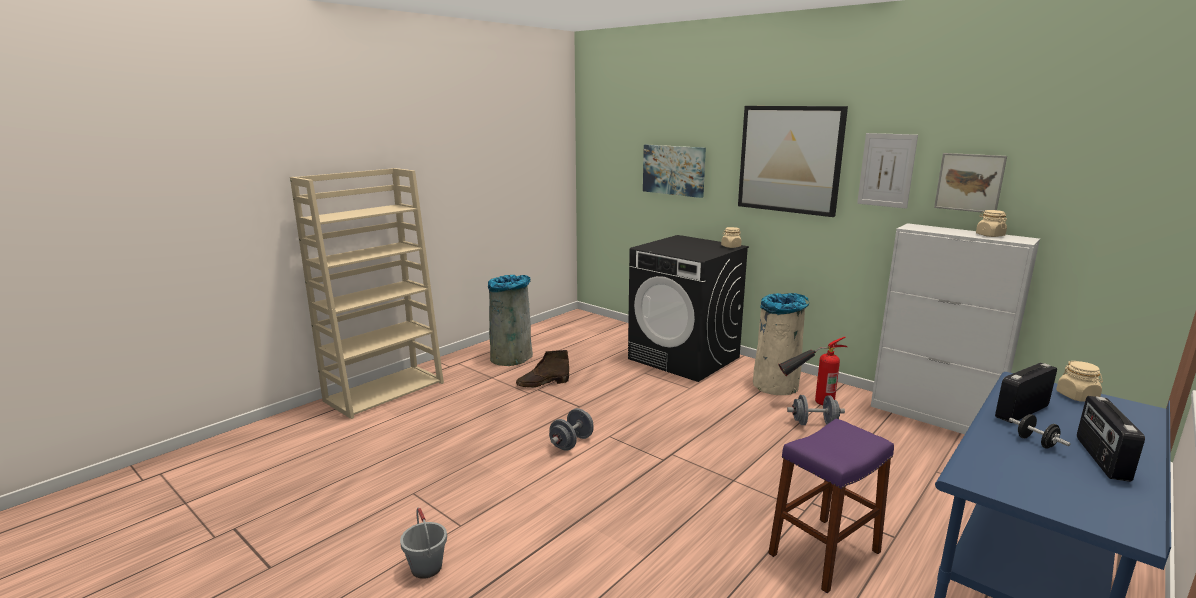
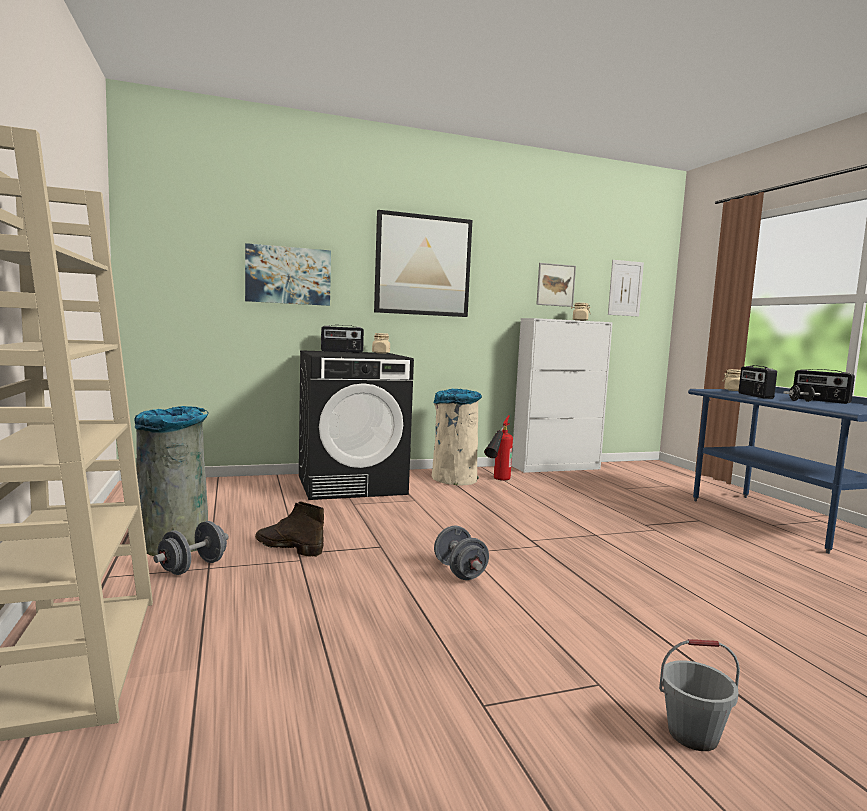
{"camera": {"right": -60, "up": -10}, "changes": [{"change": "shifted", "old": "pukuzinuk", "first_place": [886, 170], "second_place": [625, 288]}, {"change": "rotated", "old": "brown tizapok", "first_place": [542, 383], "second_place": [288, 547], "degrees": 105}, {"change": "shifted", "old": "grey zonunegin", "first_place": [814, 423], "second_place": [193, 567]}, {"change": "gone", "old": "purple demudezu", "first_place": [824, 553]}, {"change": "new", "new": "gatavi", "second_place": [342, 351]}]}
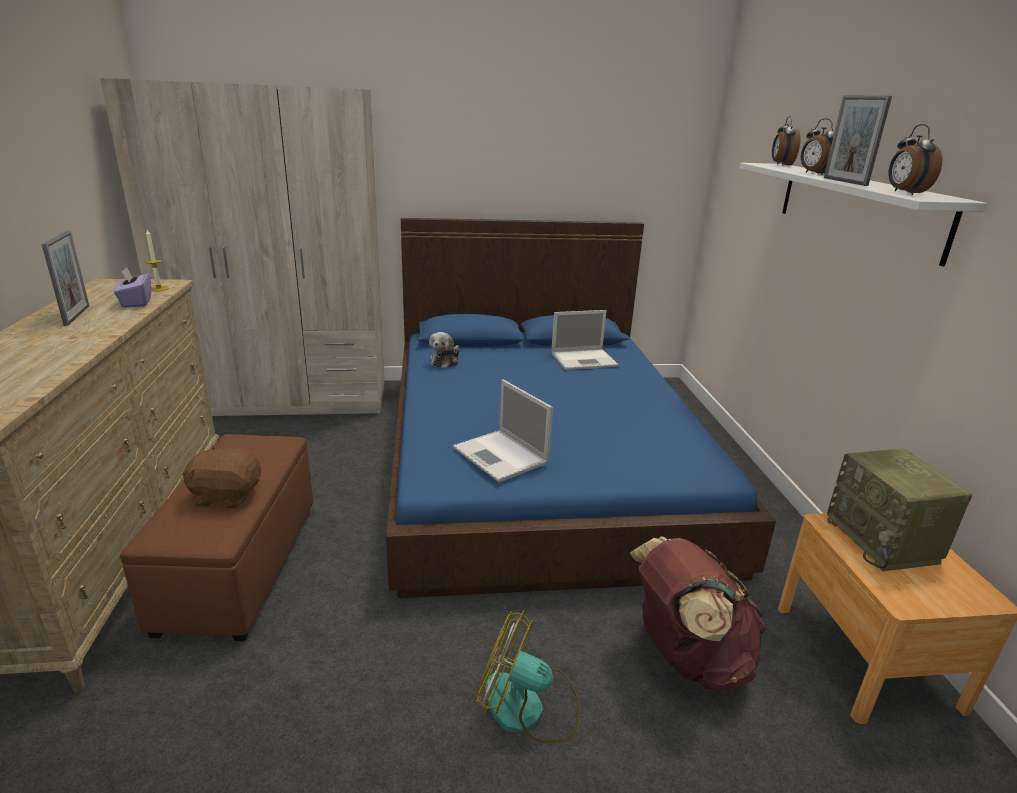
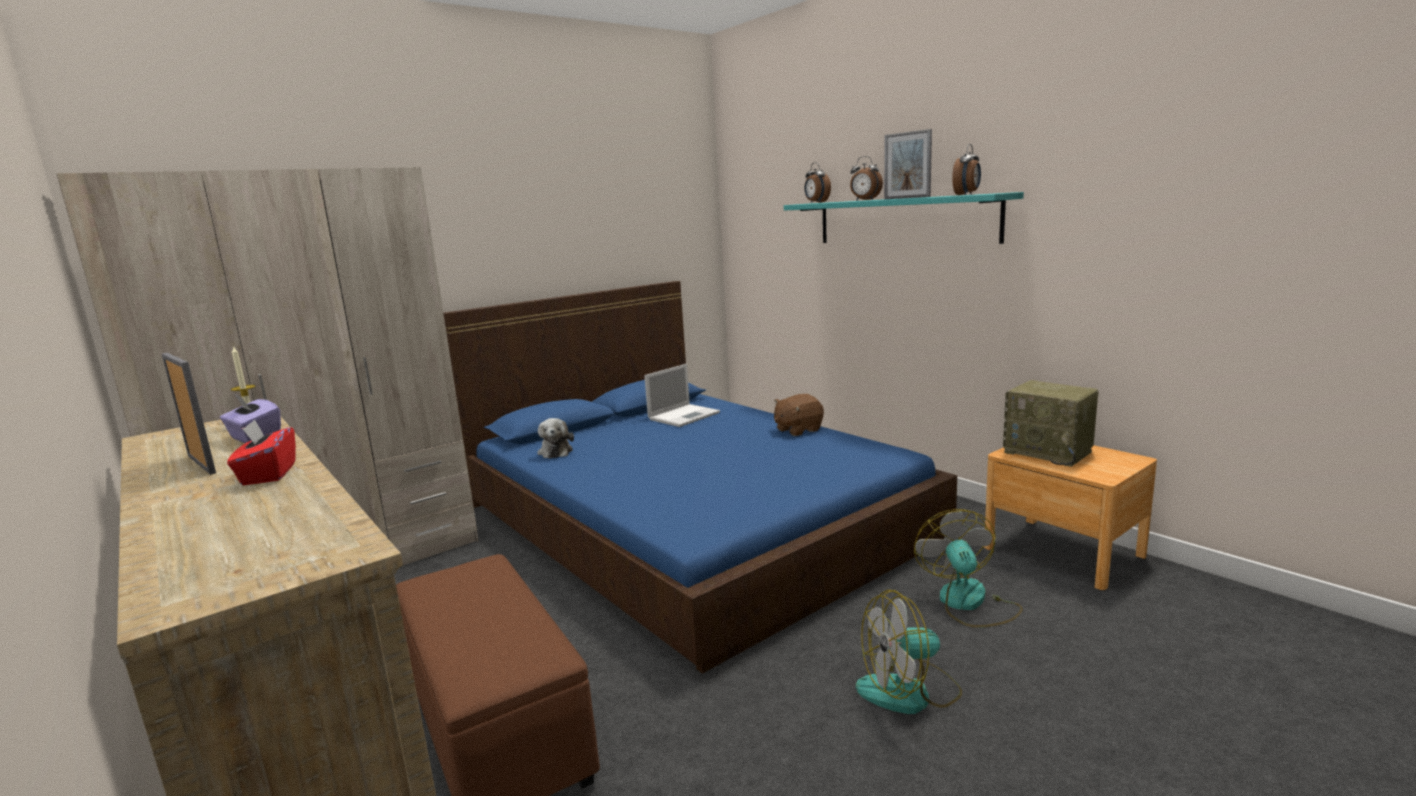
{"camera": {"right": -30, "up": -10}, "changes": [{"change": "rotated", "old": "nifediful", "first_place": [904, 193], "second_place": [966, 194], "degrees": -105}, {"change": "repainted", "old": "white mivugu", "new": "turquoise mivugu", "first_place": [856, 207], "second_place": [903, 220]}, {"change": "gone", "old": "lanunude", "first_place": [501, 456]}, {"change": "shifted", "old": "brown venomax", "first_place": [226, 495], "second_place": [798, 430]}, {"change": "swapped", "old": "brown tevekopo", "new": "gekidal", "first_place": [687, 657], "second_place": [968, 603]}, {"change": "new", "new": "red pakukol", "second_place": [268, 474]}]}
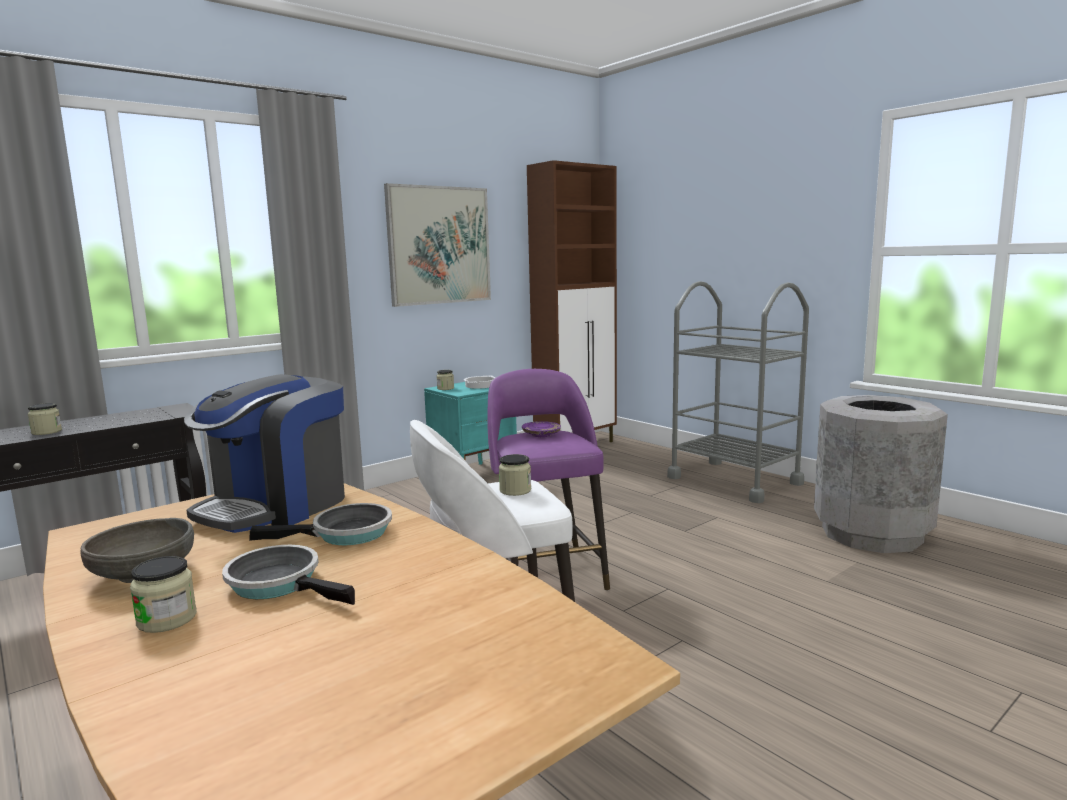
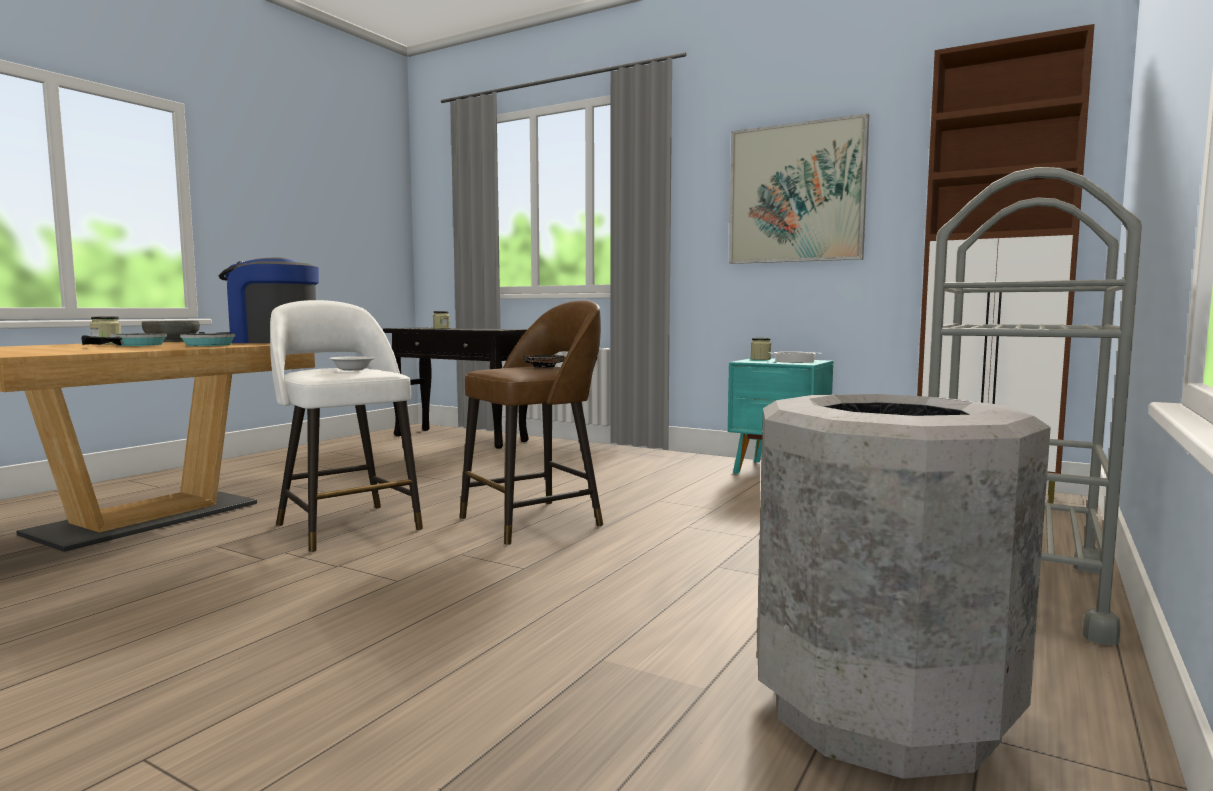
{"camera": {"right": 70, "up": -5}, "changes": [{"change": "repainted", "old": "purple demudezu", "new": "brown demudezu", "first_place": [546, 573], "second_place": [535, 521]}, {"change": "repainted", "old": "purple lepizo", "new": "black lepizo", "first_place": [541, 435], "second_place": [544, 366]}, {"change": "swapped", "old": "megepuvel", "new": "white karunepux", "first_place": [515, 490], "second_place": [352, 370]}]}
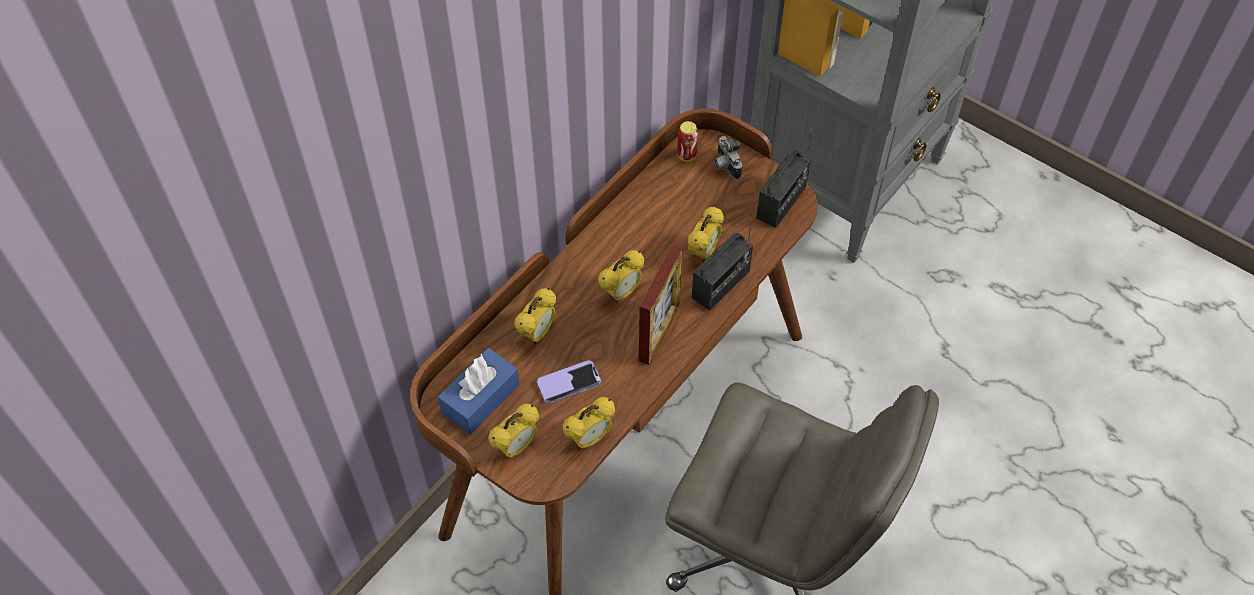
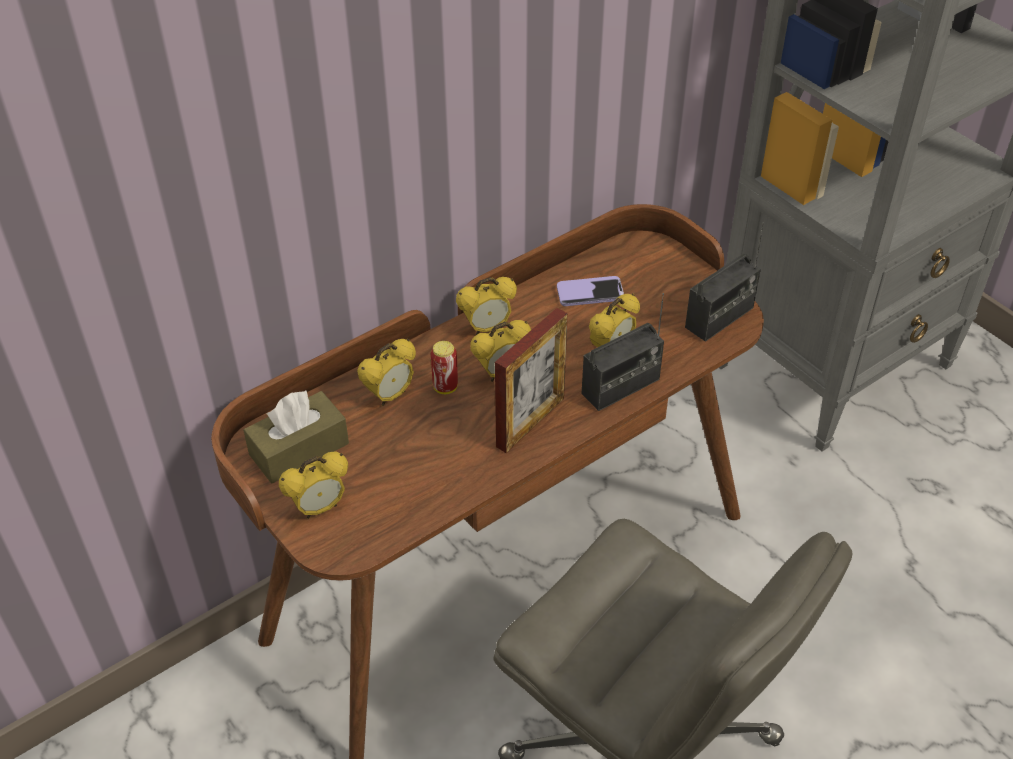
{"camera": {"right": 15, "up": -10}, "changes": [{"change": "shifted", "old": "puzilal", "first_place": [686, 155], "second_place": [445, 387]}, {"change": "gone", "old": "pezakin", "first_place": [725, 166]}, {"change": "repainted", "old": "blue pakukol", "new": "brown pakukol", "first_place": [480, 399], "second_place": [299, 449]}, {"change": "shifted", "old": "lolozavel", "first_place": [569, 383], "second_place": [590, 293]}, {"change": "shifted", "old": "nifediful", "first_place": [590, 438], "second_place": [487, 328]}]}
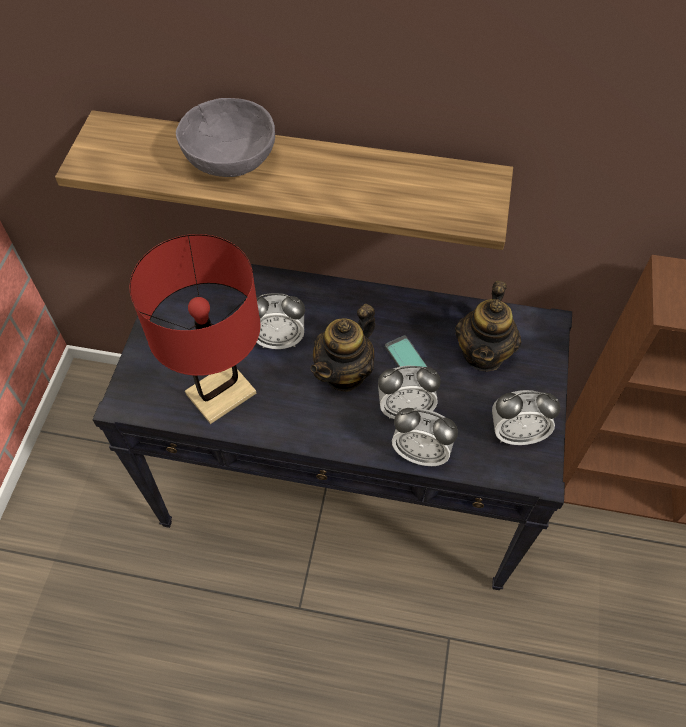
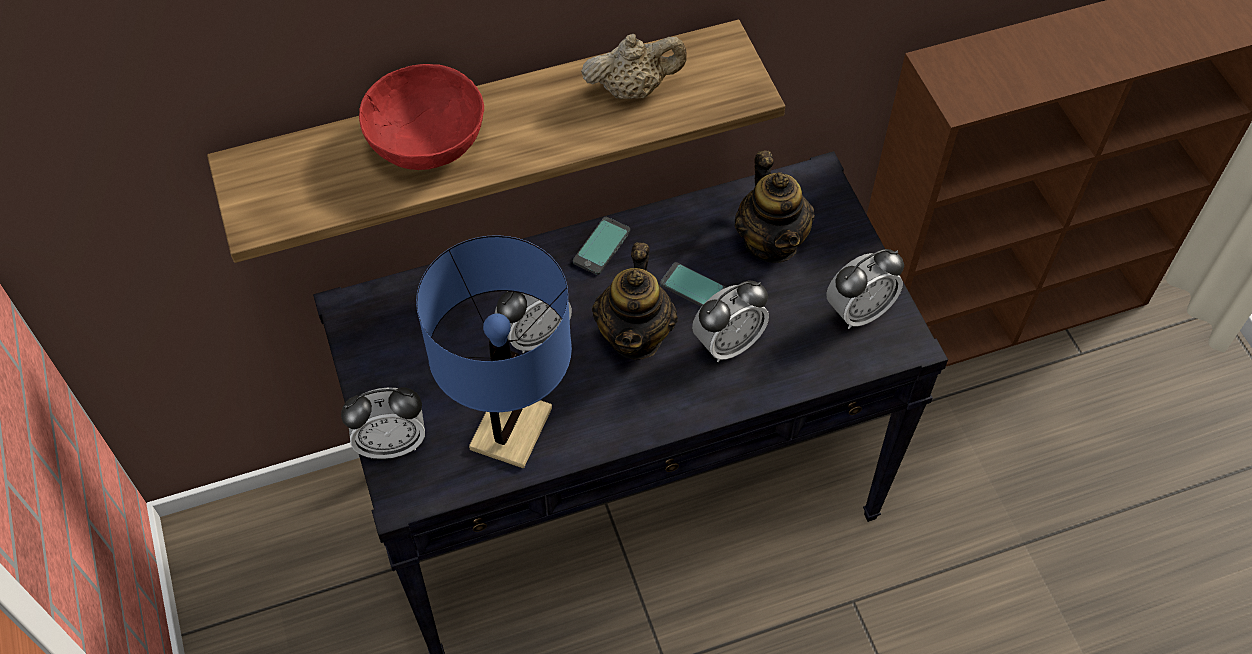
{"camera": {"right": -30, "up": 0}, "changes": [{"change": "repainted", "old": "grey karunepux", "new": "red karunepux", "first_place": [230, 159], "second_place": [426, 142]}, {"change": "repainted", "old": "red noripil", "new": "blue noripil", "first_place": [221, 394], "second_place": [511, 429]}, {"change": "shifted", "old": "nifediful", "first_place": [421, 452], "second_place": [391, 443]}, {"change": "new", "new": "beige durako", "second_place": [633, 89]}, {"change": "new", "new": "lolozavel", "second_place": [602, 247]}]}
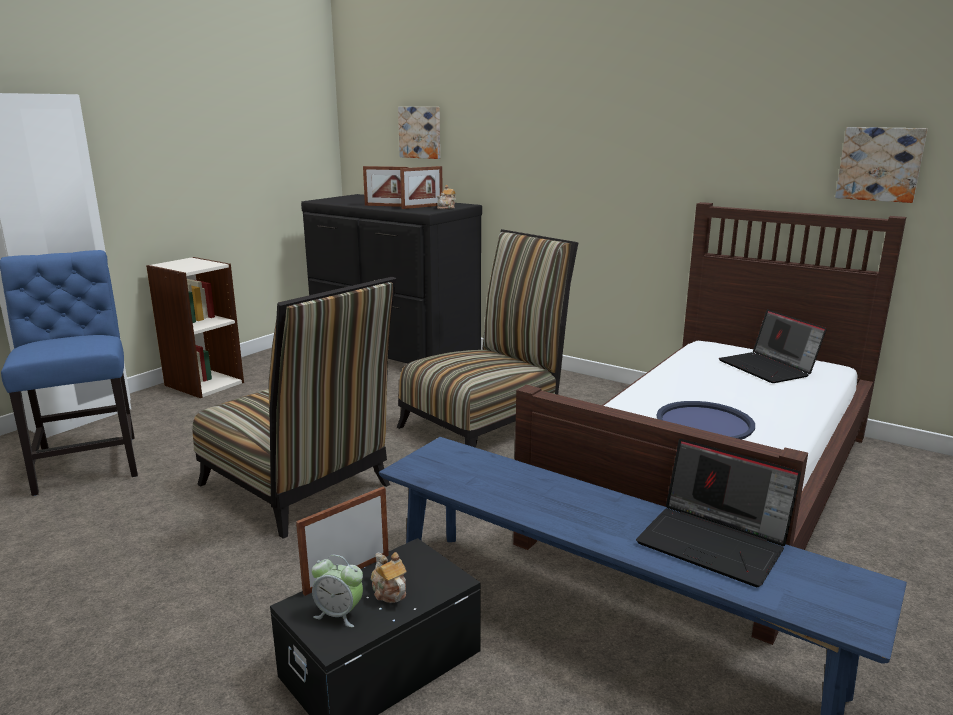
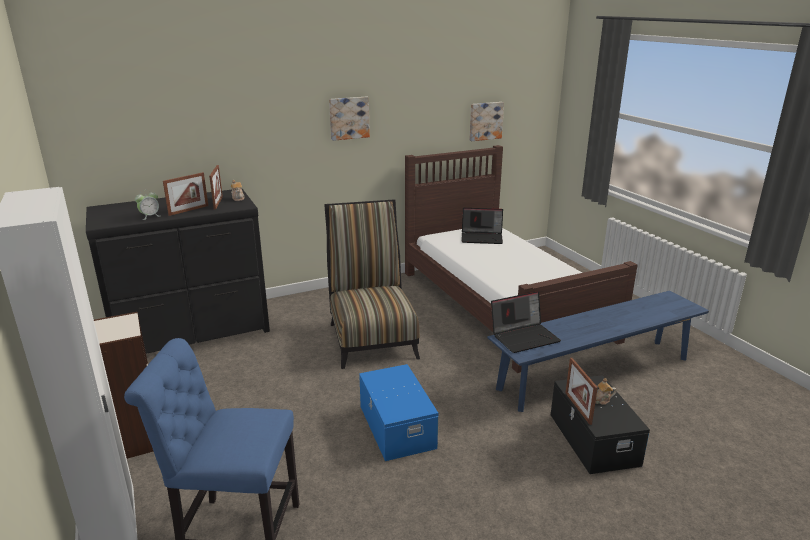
{"camera": {"right": -60, "up": 5}, "changes": [{"change": "shifted", "old": "pukuzinuk", "first_place": [421, 132], "second_place": [348, 118]}, {"change": "swapped", "old": "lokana", "new": "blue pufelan", "first_place": [301, 489], "second_place": [396, 427]}, {"change": "gone", "old": "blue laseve", "first_place": [704, 423]}, {"change": "shifted", "old": "lanunude", "first_place": [715, 542], "second_place": [524, 336]}, {"change": "shifted", "old": "nifediful", "first_place": [339, 614], "second_place": [150, 216]}]}
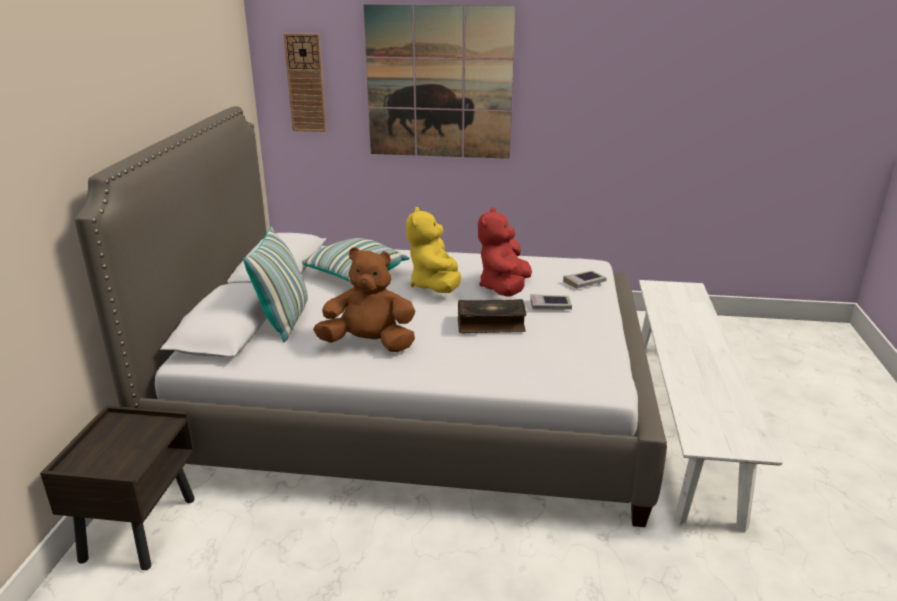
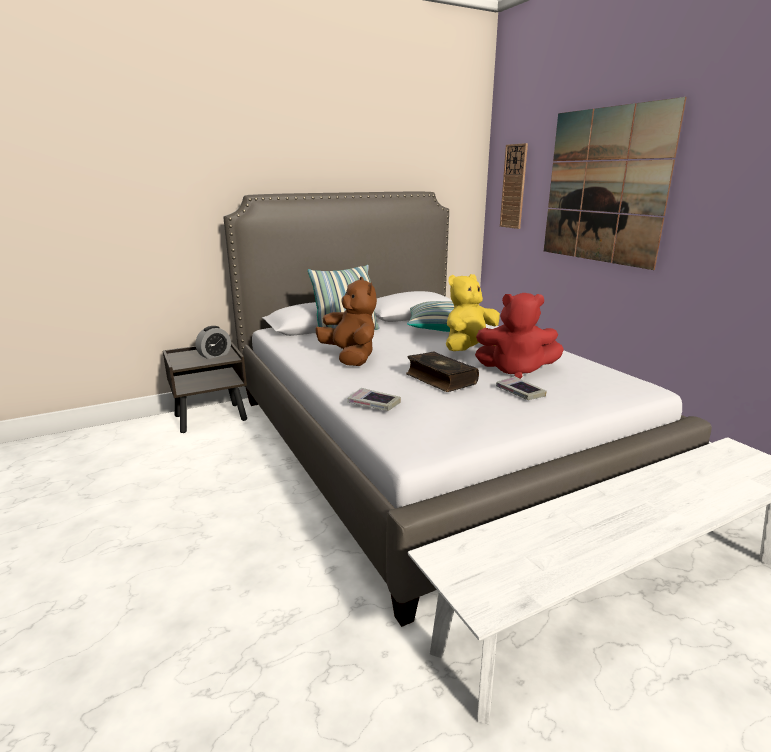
{"camera": {"right": 55, "up": -5}, "changes": [{"change": "rotated", "old": "red venomax", "first_place": [504, 288], "second_place": [515, 370], "degrees": -150}, {"change": "shifted", "old": "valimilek", "first_place": [584, 282], "second_place": [374, 404]}, {"change": "new", "new": "nifediful", "second_place": [214, 355]}]}
